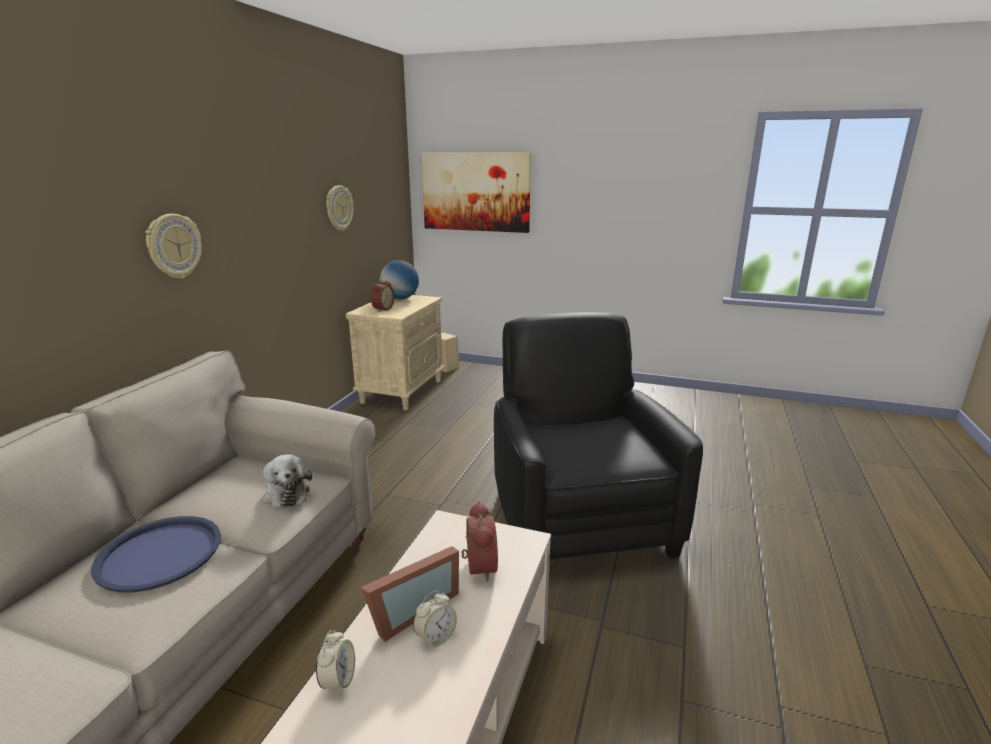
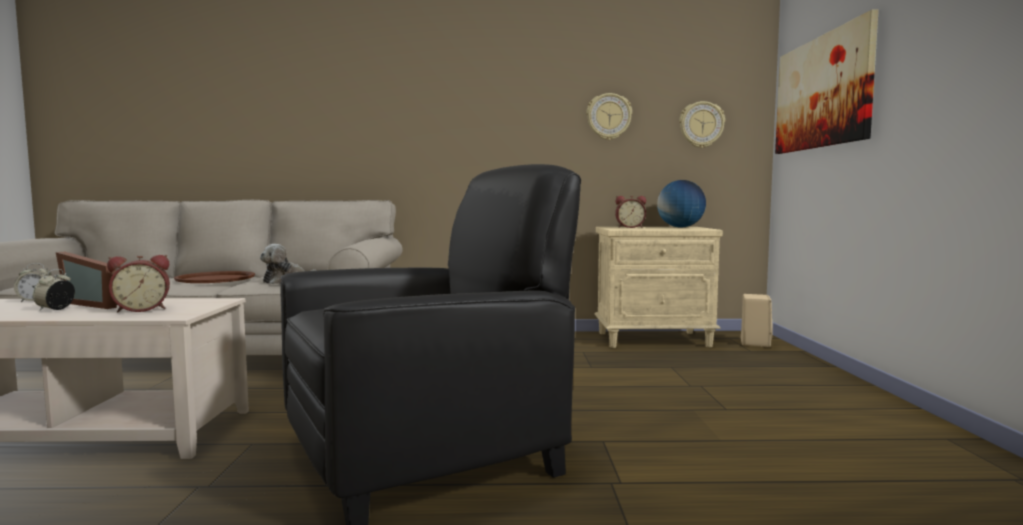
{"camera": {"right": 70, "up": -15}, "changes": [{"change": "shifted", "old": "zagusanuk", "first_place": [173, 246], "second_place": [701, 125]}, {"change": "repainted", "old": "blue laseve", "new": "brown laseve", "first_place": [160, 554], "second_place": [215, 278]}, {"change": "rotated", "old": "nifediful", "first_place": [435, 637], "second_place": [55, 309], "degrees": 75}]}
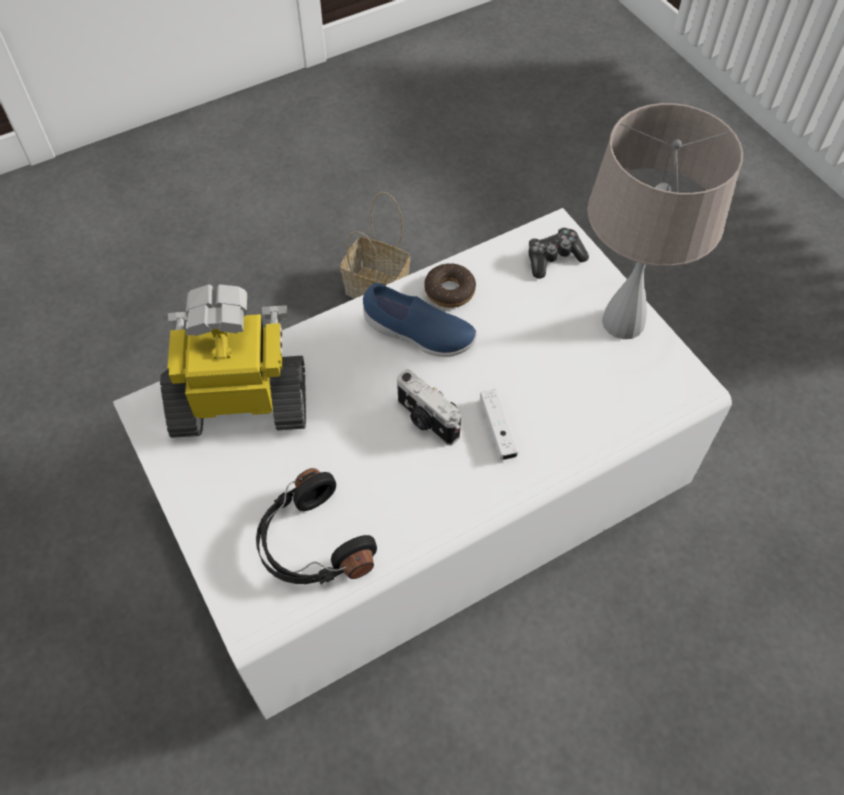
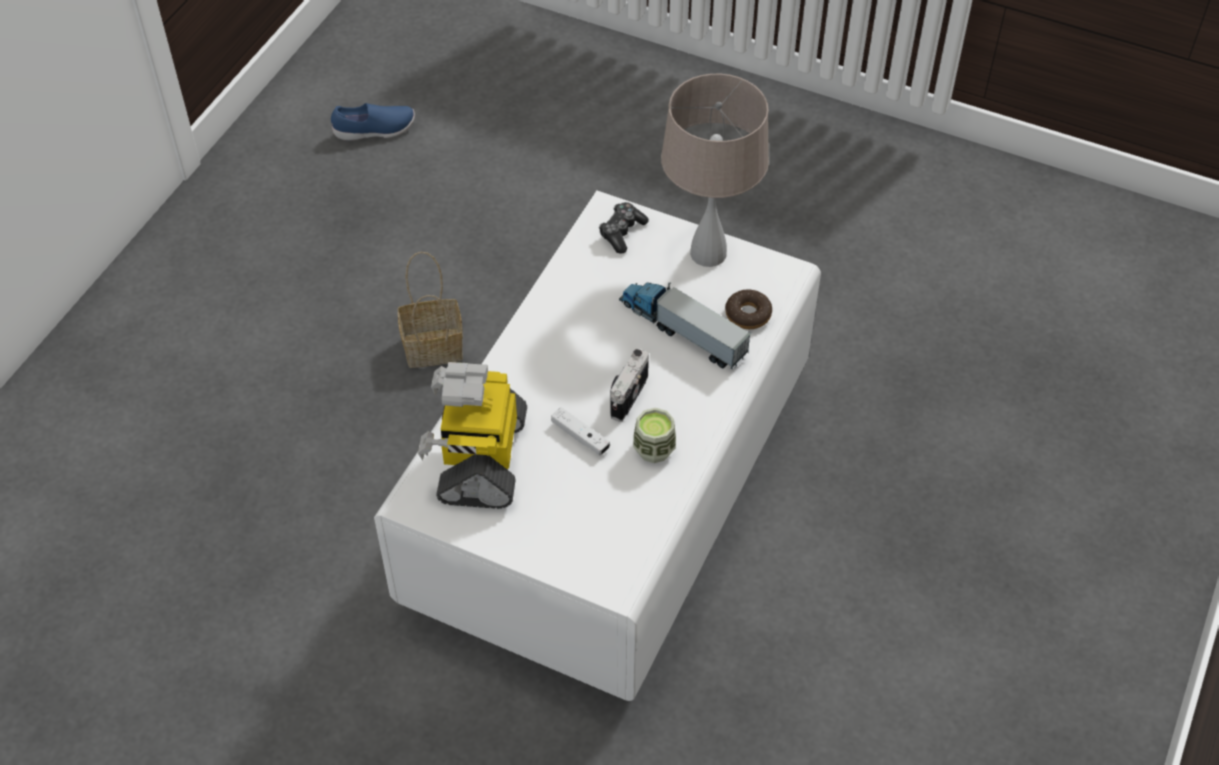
{"camera": {"right": -35, "up": -5}, "changes": [{"change": "shifted", "old": "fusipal", "first_place": [449, 291], "second_place": [748, 314]}, {"change": "shifted", "old": "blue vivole", "first_place": [418, 335], "second_place": [375, 131]}, {"change": "rotated", "old": "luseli", "first_place": [242, 402], "second_place": [480, 458], "degrees": -45}, {"change": "rotated", "old": "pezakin", "first_place": [426, 420], "second_place": [627, 395], "degrees": 105}, {"change": "shifted", "old": "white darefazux", "first_place": [497, 429], "second_place": [580, 436]}, {"change": "gone", "old": "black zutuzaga", "first_place": [311, 544]}, {"change": "new", "new": "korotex", "second_place": [682, 330]}, {"change": "new", "new": "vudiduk", "second_place": [654, 449]}]}
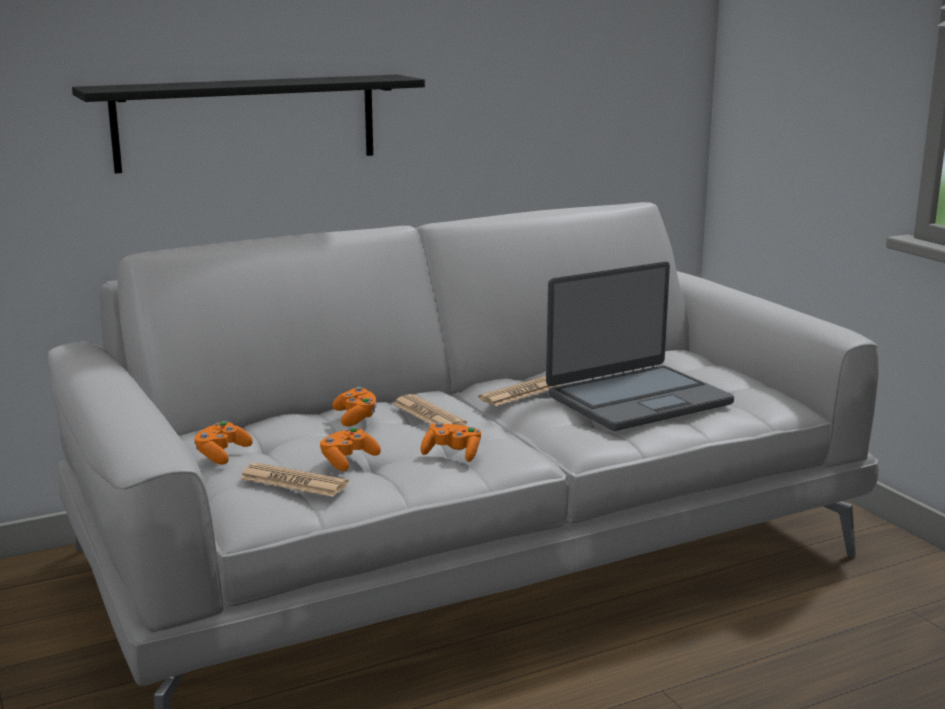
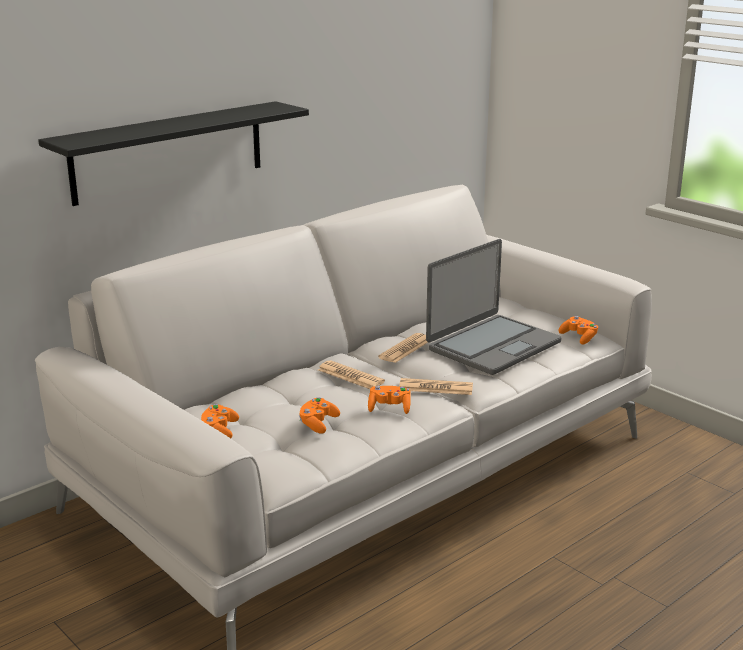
{"camera": {"right": -15, "up": 5}, "changes": [{"change": "shifted", "old": "orange darefazux", "first_place": [356, 418], "second_place": [579, 337]}, {"change": "shifted", "old": "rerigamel", "first_place": [293, 481], "second_place": [435, 388]}]}
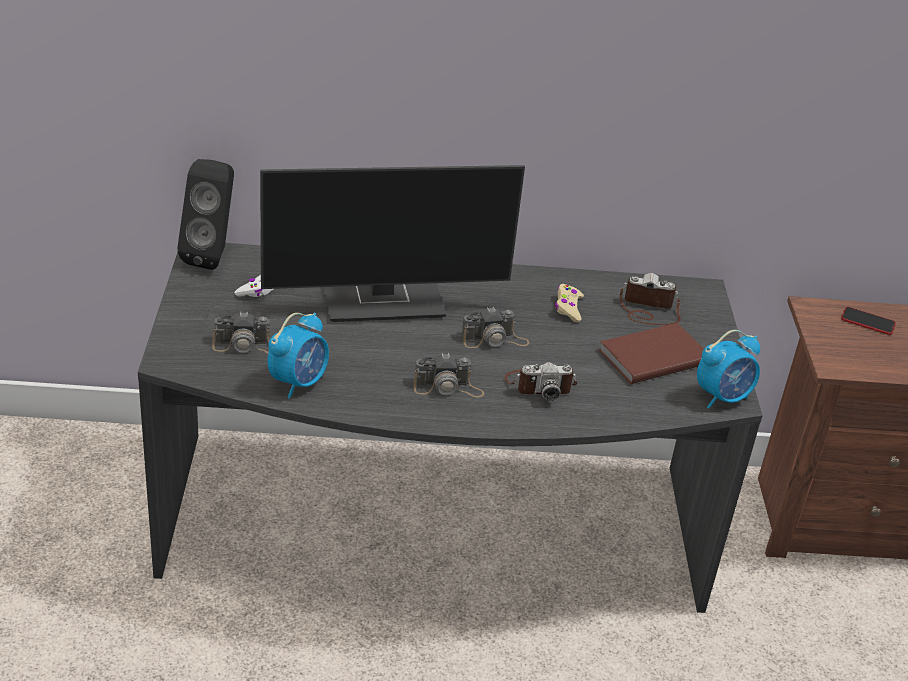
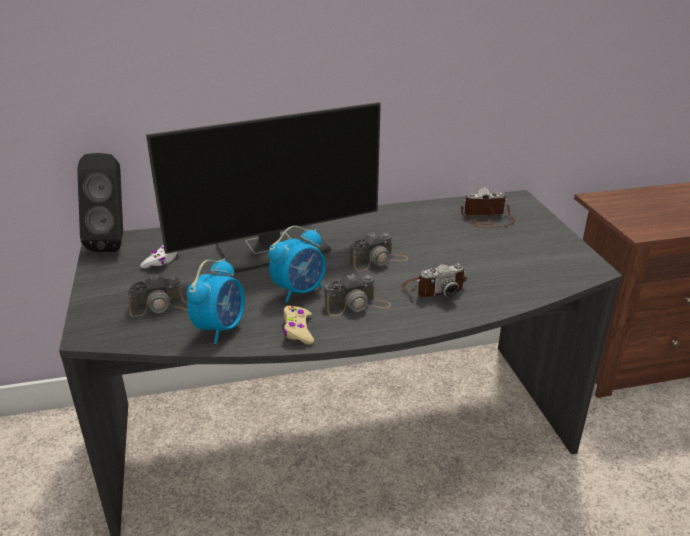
{"camera": {"right": -10, "up": -5}, "changes": [{"change": "shifted", "old": "beige darefazux", "first_place": [568, 308], "second_place": [298, 330]}, {"change": "gone", "old": "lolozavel", "first_place": [868, 322]}, {"change": "gone", "old": "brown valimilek", "first_place": [651, 356]}, {"change": "shifted", "old": "nifediful", "first_place": [723, 397], "second_place": [299, 291]}]}
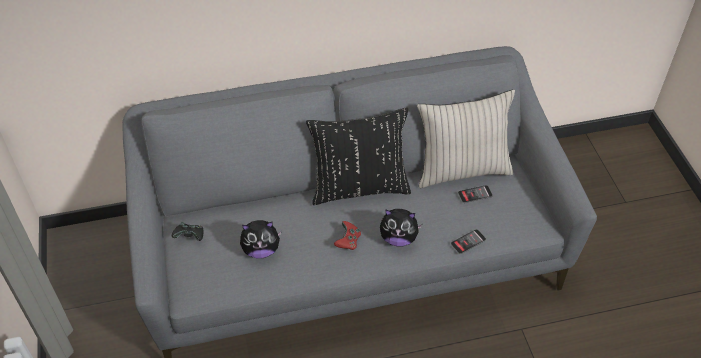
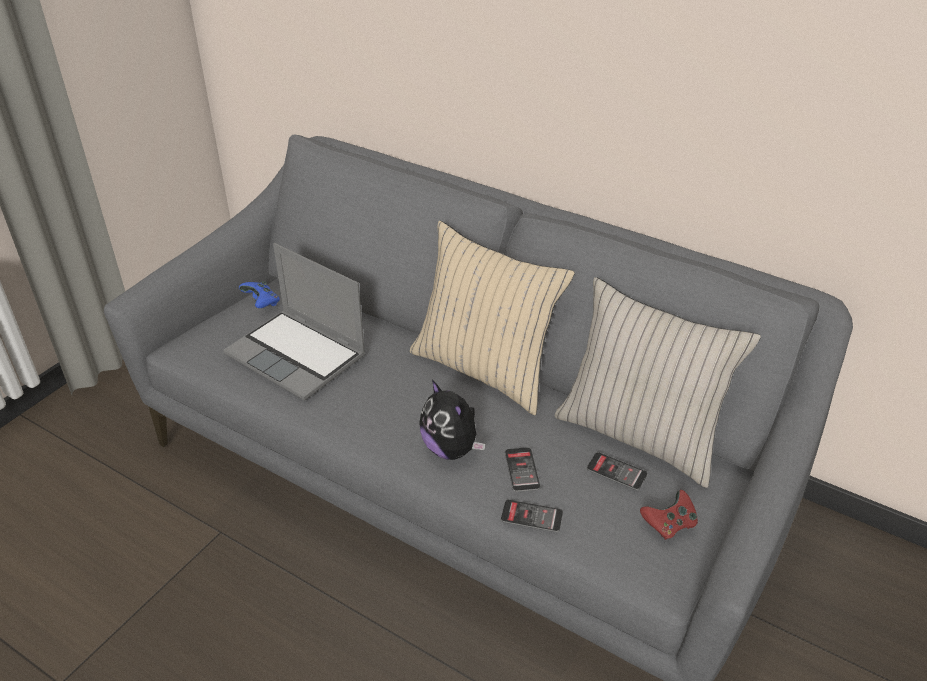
{"camera": {"right": 45, "up": -10}, "changes": [{"change": "repainted", "old": "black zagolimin", "new": "beige zagolimin", "first_place": [359, 187], "second_place": [484, 370]}, {"change": "swapped", "old": "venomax", "new": "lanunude", "first_place": [261, 250], "second_place": [298, 356]}, {"change": "shifted", "old": "red darefazux", "first_place": [348, 241], "second_place": [669, 524]}, {"change": "repainted", "old": "black darefazux", "new": "blue darefazux", "first_place": [190, 236], "second_place": [262, 303]}, {"change": "new", "new": "lolozavel", "second_place": [522, 470]}]}
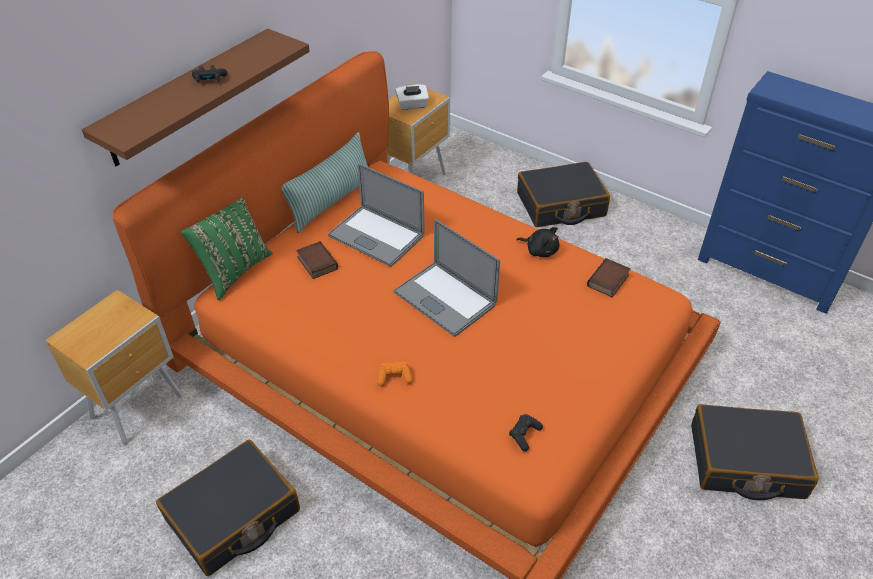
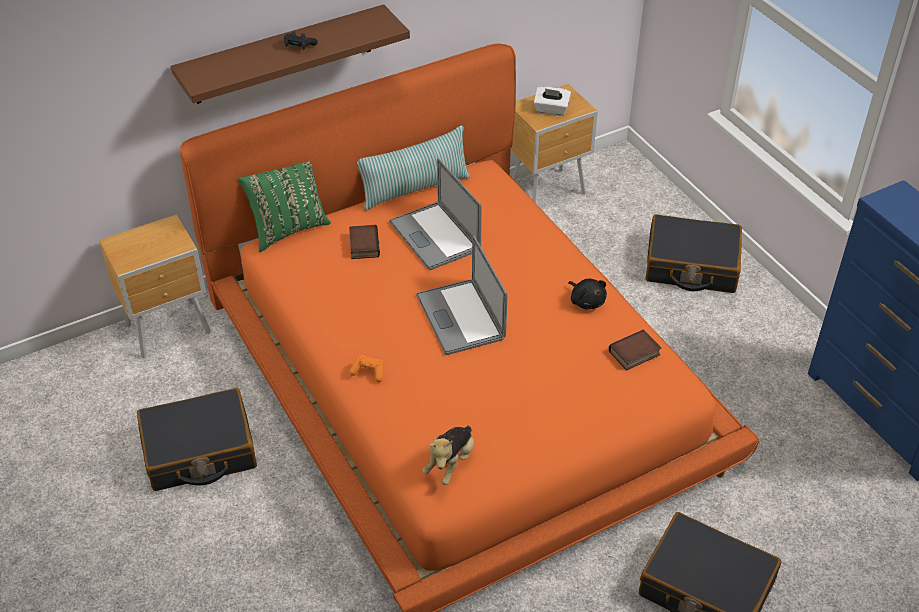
{"camera": {"right": 25, "up": 0}, "changes": [{"change": "swapped", "old": "black darefazux", "new": "venomax", "first_place": [524, 435], "second_place": [450, 463]}]}
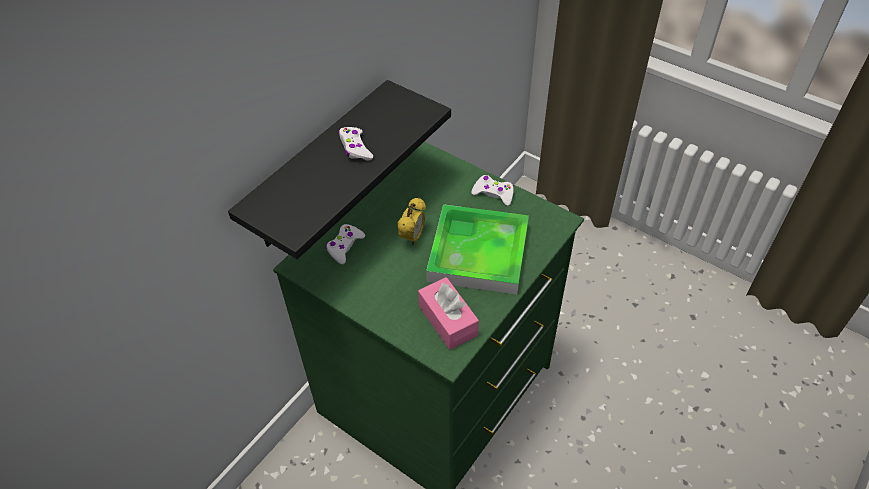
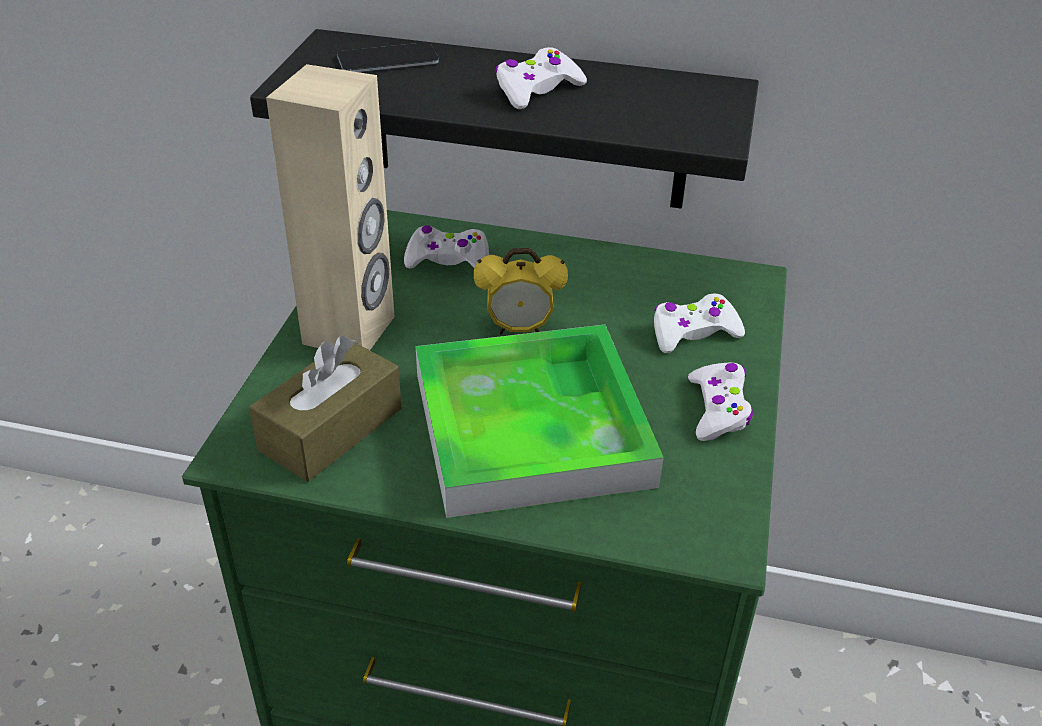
{"camera": {"right": 65, "up": -10}, "changes": [{"change": "repainted", "old": "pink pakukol", "new": "brown pakukol", "first_place": [448, 320], "second_place": [331, 429]}, {"change": "new", "new": "lolozavel", "second_place": [388, 59]}, {"change": "new", "new": "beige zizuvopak", "second_place": [350, 330]}, {"change": "new", "new": "white darefazux", "second_place": [693, 333]}]}
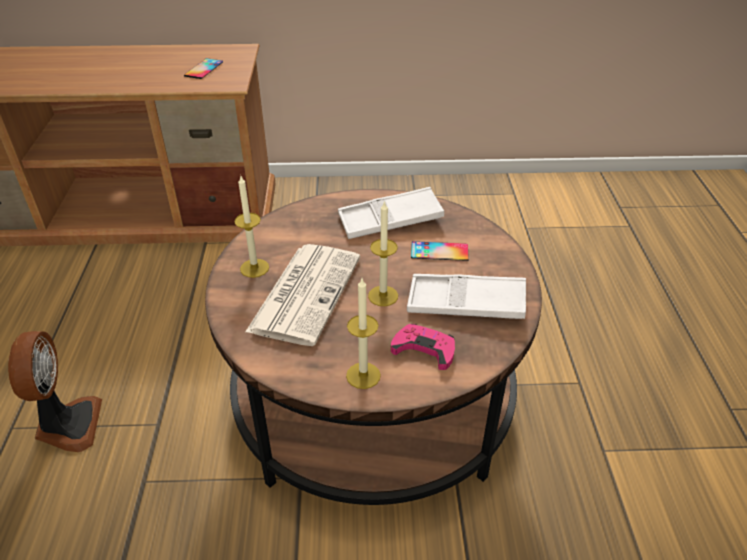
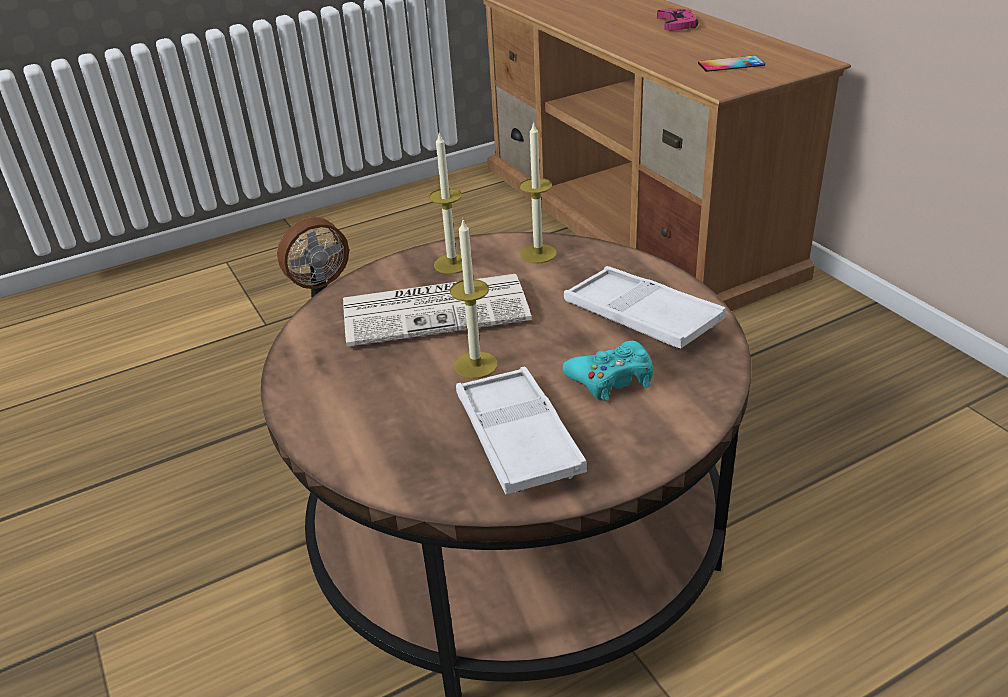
{"camera": {"right": 65, "up": -5}, "changes": [{"change": "swapped", "old": "lolozavel", "new": "turquoise darefazux", "first_place": [439, 251], "second_place": [612, 379]}, {"change": "shifted", "old": "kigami", "first_place": [363, 375], "second_place": [538, 253]}, {"change": "shifted", "old": "pink darefazux", "first_place": [424, 349], "second_place": [677, 24]}]}
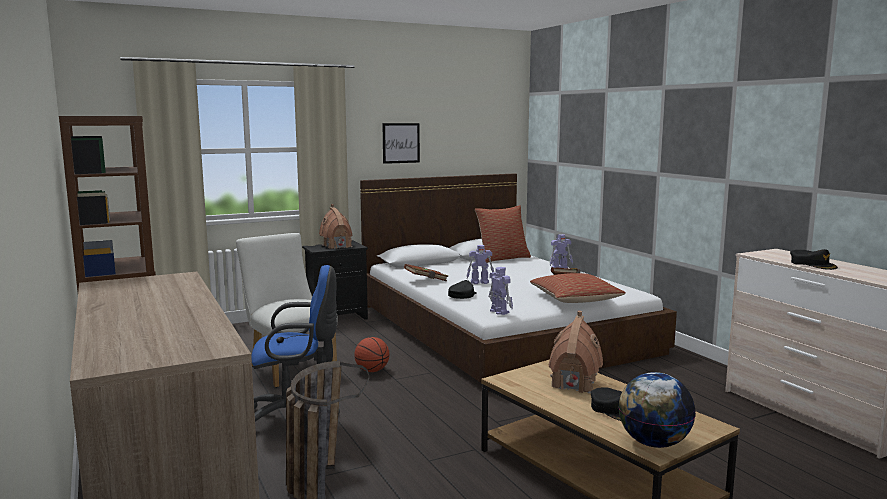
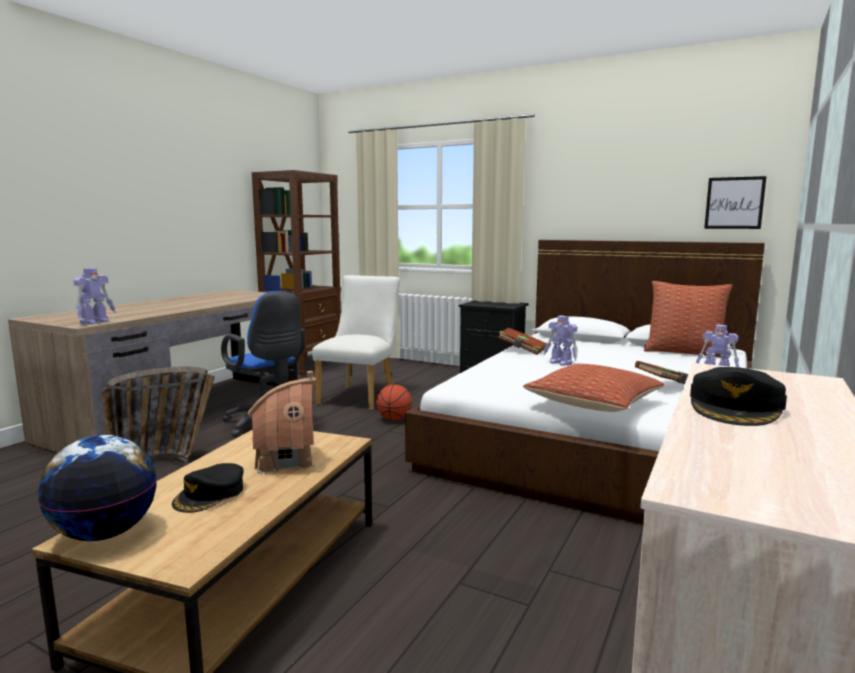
{"camera": {"right": 55, "up": 0}, "changes": [{"change": "shifted", "old": "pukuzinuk", "first_place": [401, 143], "second_place": [734, 203]}, {"change": "gone", "old": "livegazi", "first_place": [337, 246]}, {"change": "shifted", "old": "luseli", "first_place": [499, 311], "second_place": [95, 322]}, {"change": "gone", "old": "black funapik", "first_place": [462, 295]}]}
